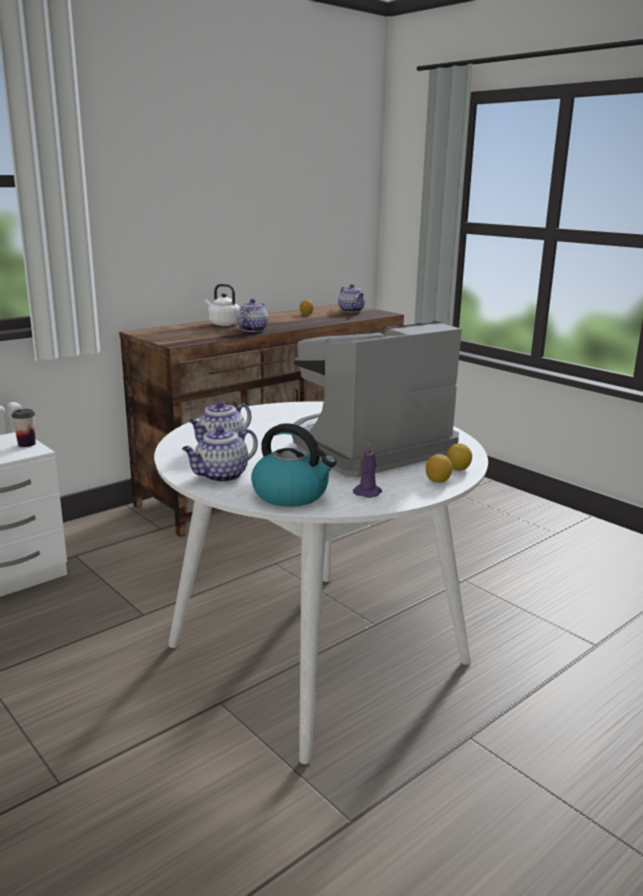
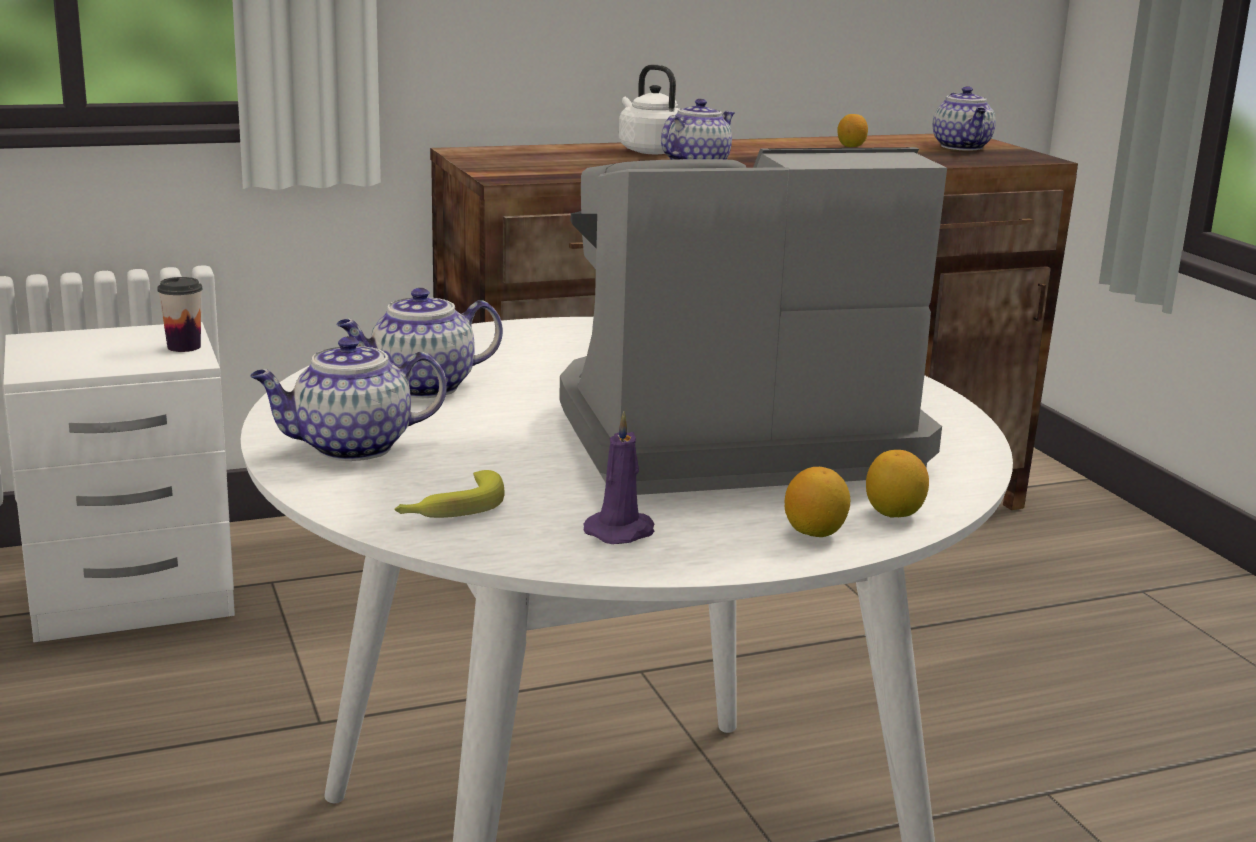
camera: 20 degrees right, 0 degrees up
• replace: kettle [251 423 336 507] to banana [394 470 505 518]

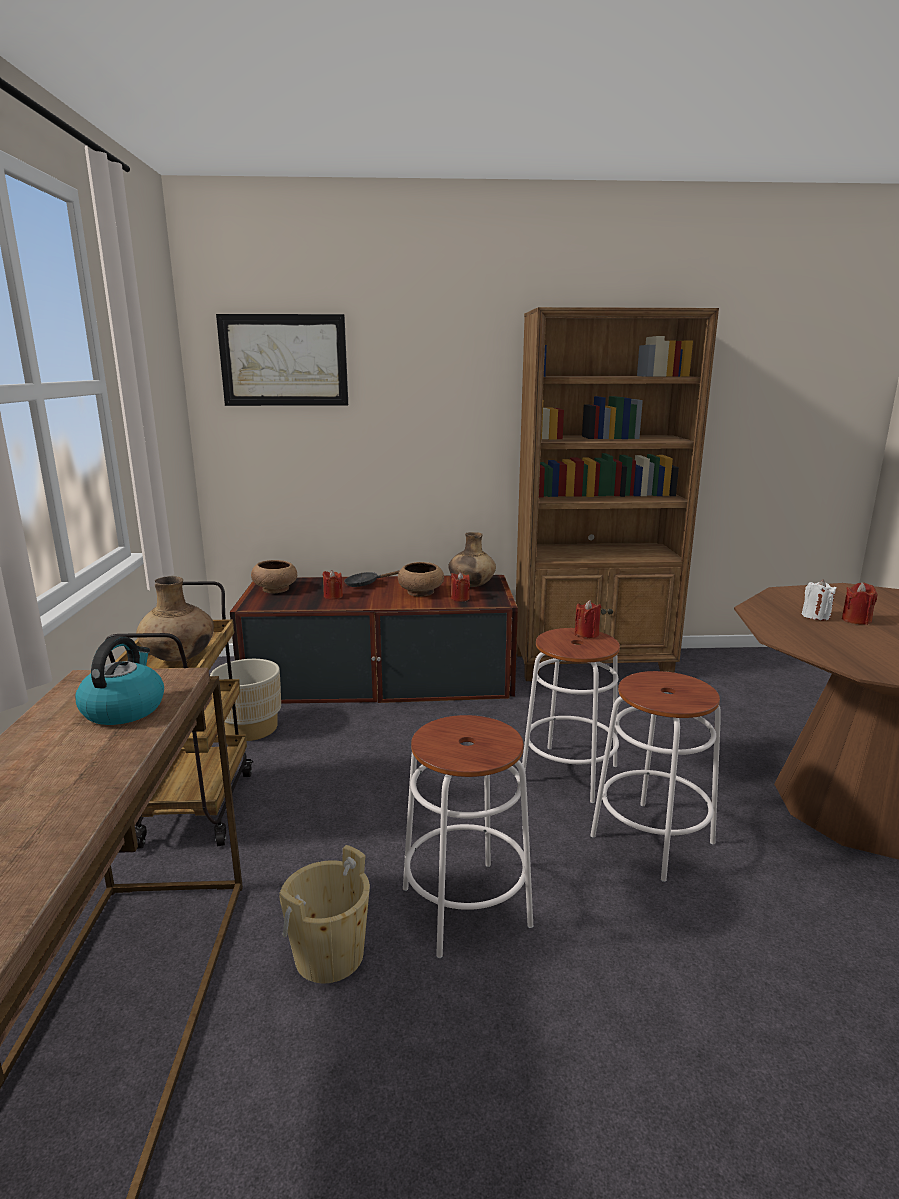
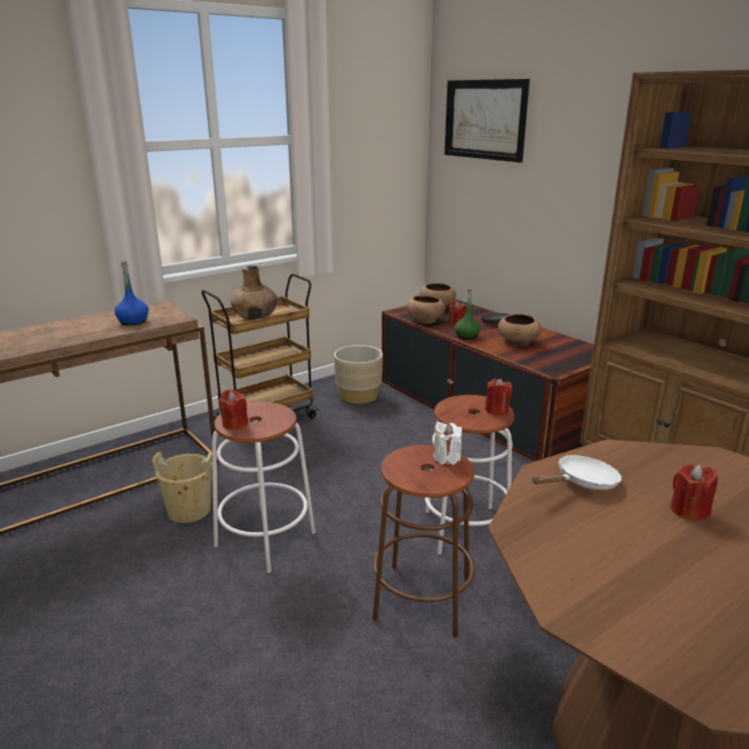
camera: 55 degrees right, 5 degrees up
• delete: brown_vase [448 532 496 587]
• insert: brown_bowl [406 295 445 324]
• insert: green_bottle [455 288 481 340]
• insert: white_frying_pan [532 455 622 490]
• move: red_candle [451 572 470 602] to [218 389 249 430]
• move: white_candle [802 580 837 620] to [433 422 462 466]
• replace: kettle [75 636 164 725] to blue_bottle [115 262 149 326]
• recolor: white_stool [590 671 721 882] to brown_stool [373 445 475 637]

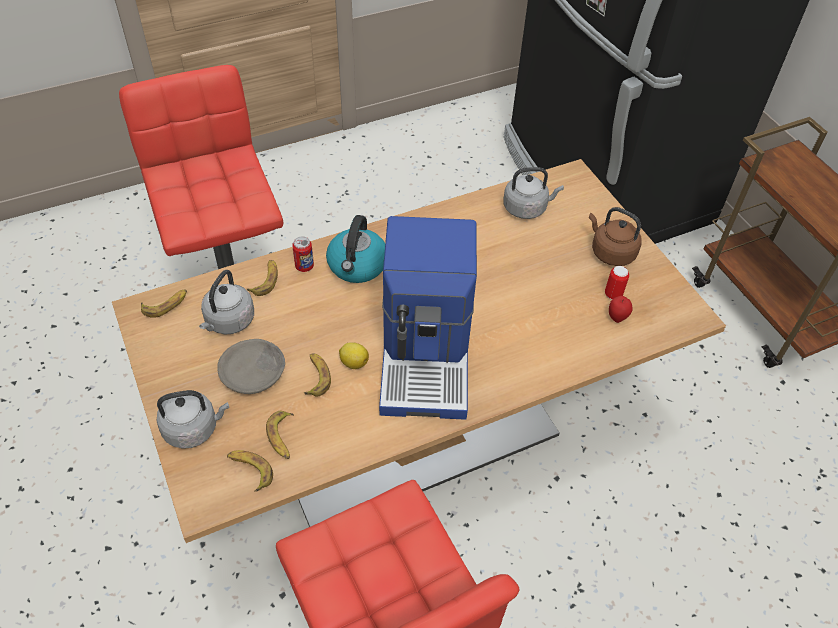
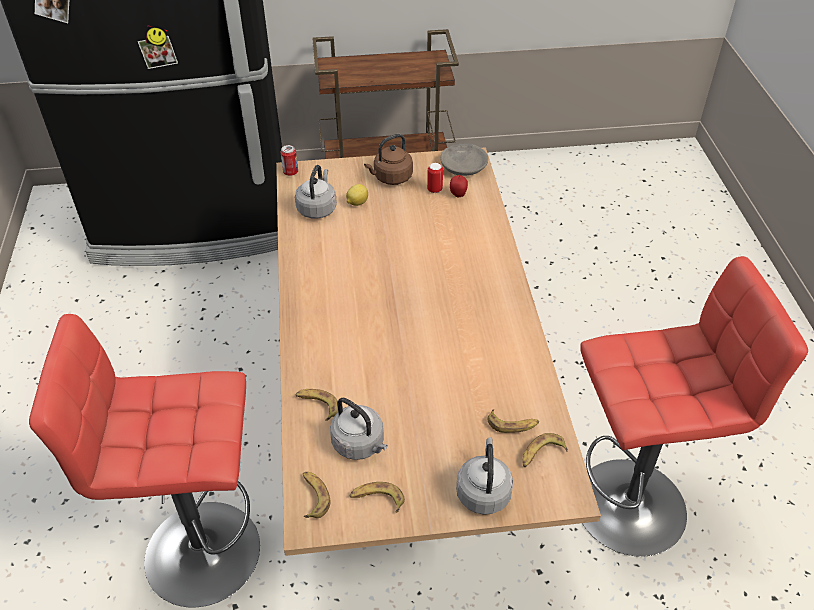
camera: 70 degrees left, 5 degrees down
• delete: kettle [326 215 385 283]
• delete: coffee_machine [379 216 477 420]
• move: grey_bowl [217 339 285 394] to [440 143 488 176]
• move: can [292 236 314 272] to [281 145 298 176]
• move: banana [304 353 331 397] to [350 482 405 513]
• move: lemon [339 342 369 369] to [346 184 368 206]

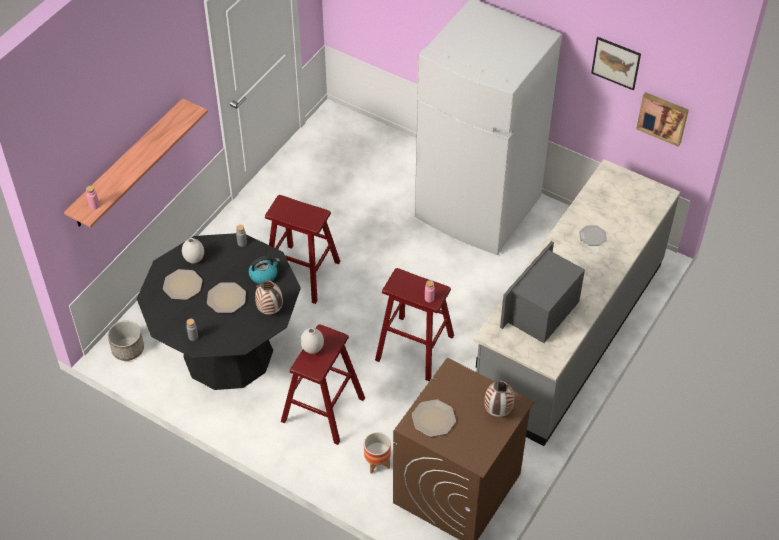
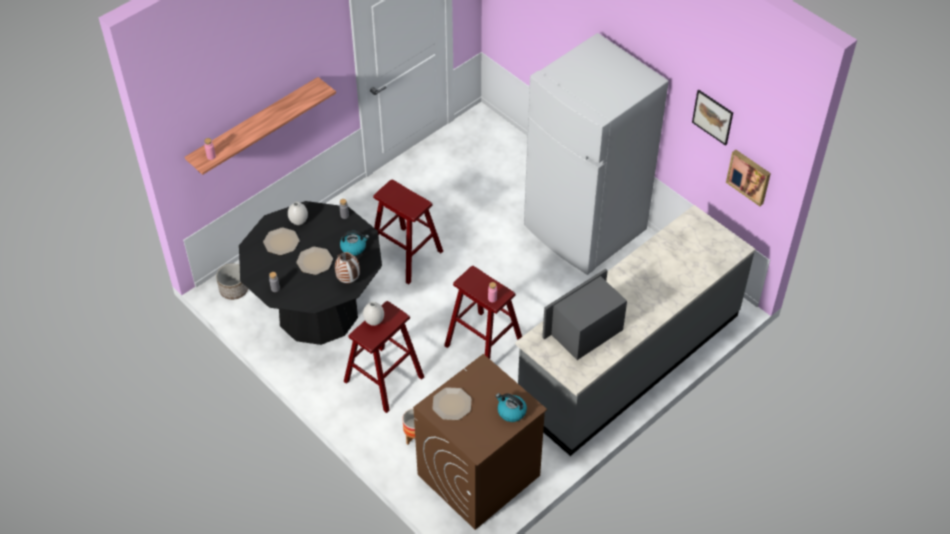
camera: 15 degrees right, 0 degrees up
• delete: plate [579 226 607 246]
• replace: vase [484 380 514 417] to kettle [495 393 527 422]

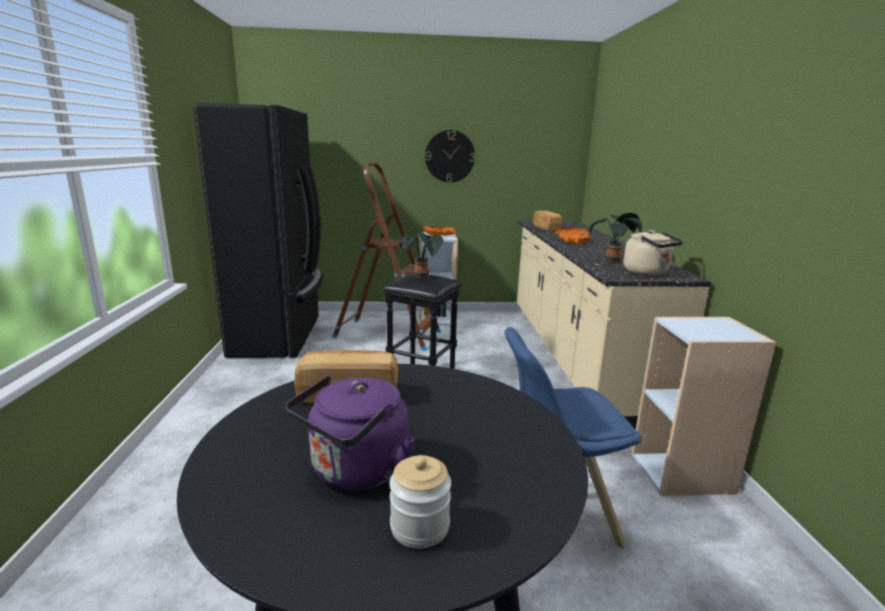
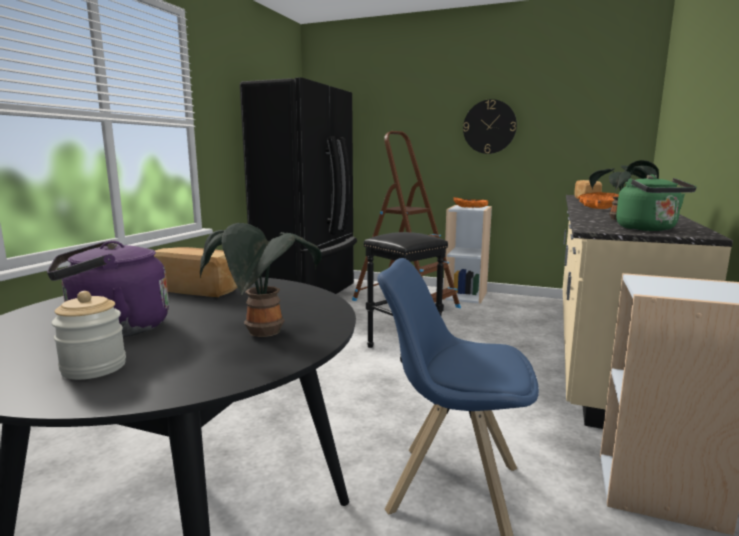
camera: 25 degrees right, 5 degrees down
• move: potted_plant [400 232 443 277] to [200 223 322 337]
• recolor: beige_kettle [624 230 684 276] to green_kettle [616 175 697 231]

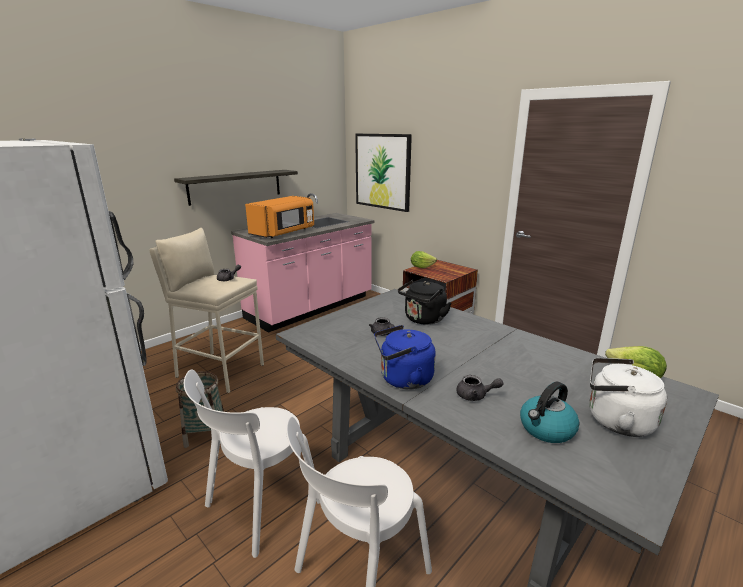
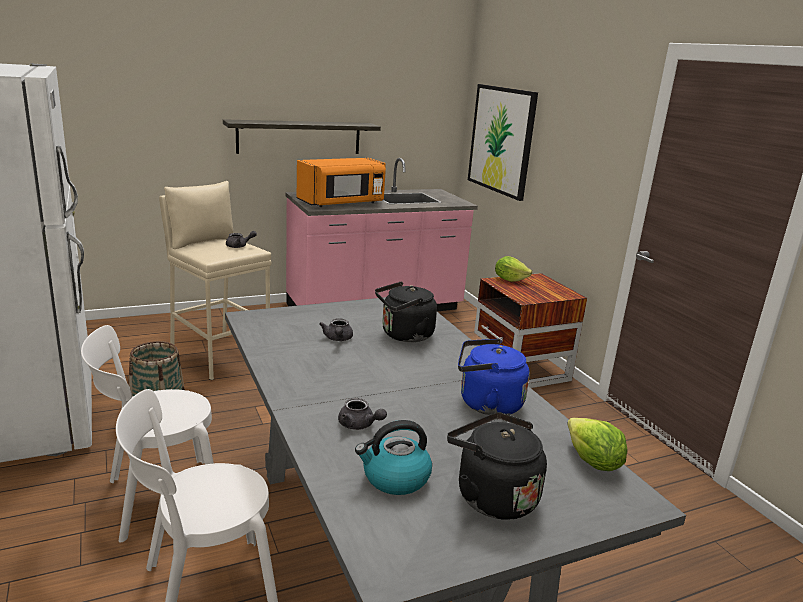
camera: 20 degrees right, 0 degrees up
• move: blue_kettle [374 325 436 389] to [458 339 530 415]
• recolor: white_kettle [589 358 667 437] to black_kettle [447 412 547 520]

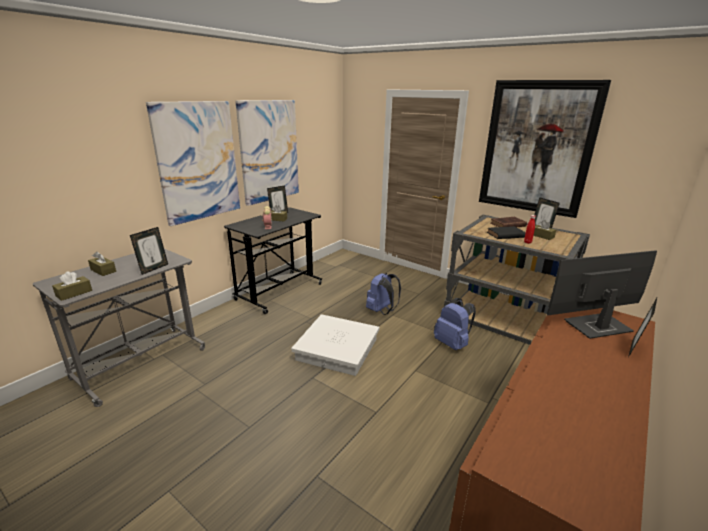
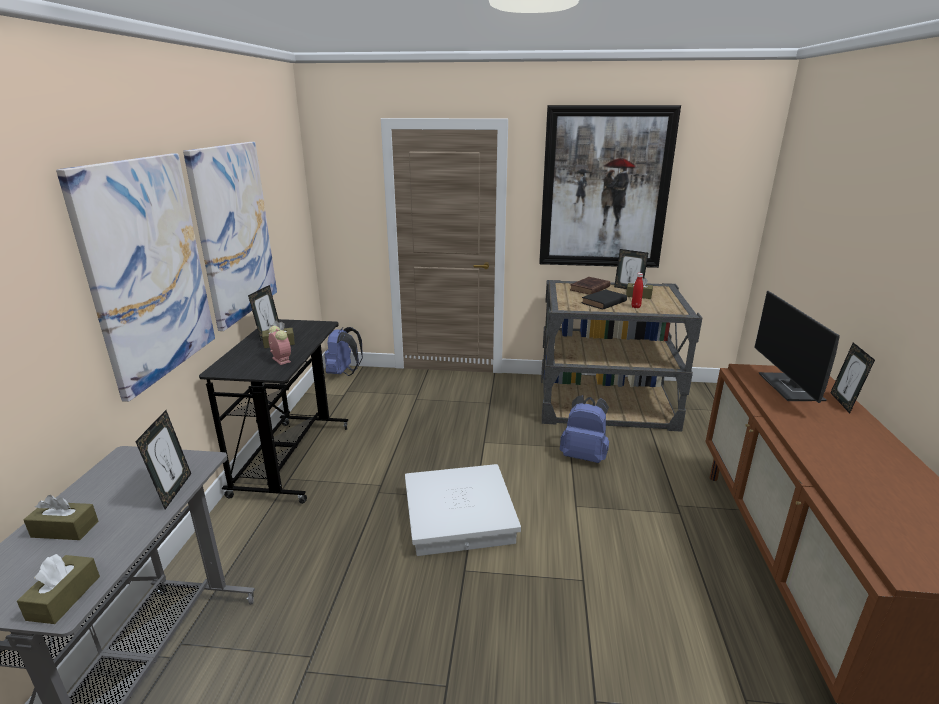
camera: 30 degrees left, 0 degrees up
• move: blue_backpack [366 273 401 315] to [325 327 363 376]
• rotate: monitor [547 250 657 339] = [754 291 840 403] 45 degrees counterclockwise

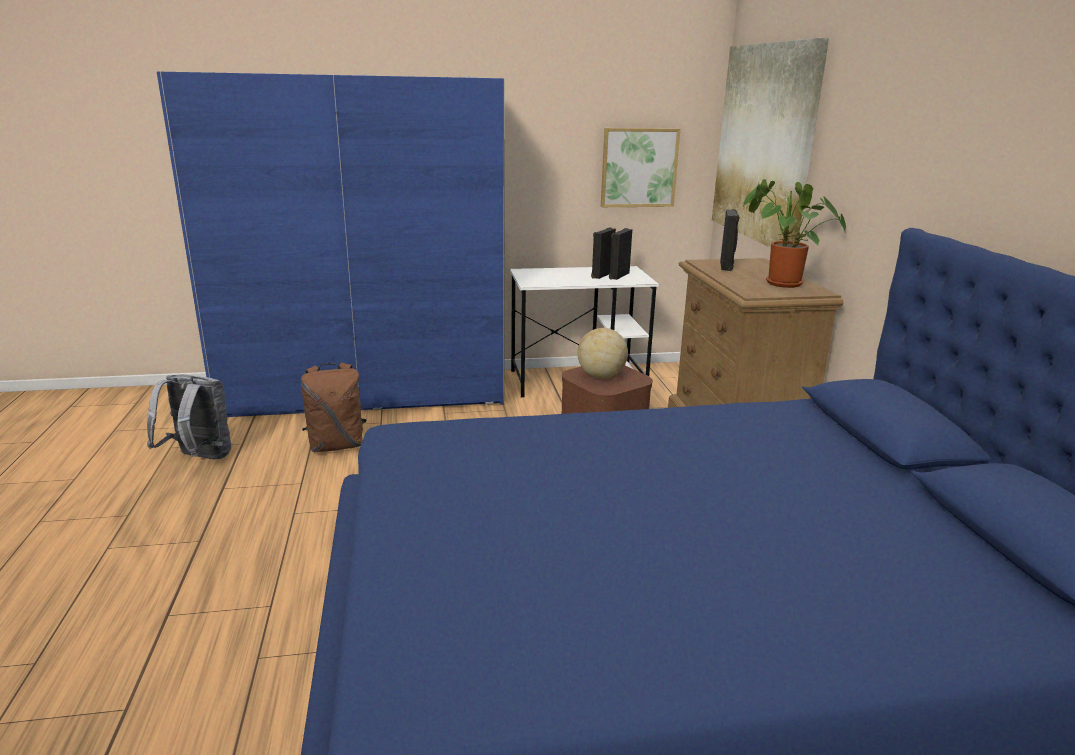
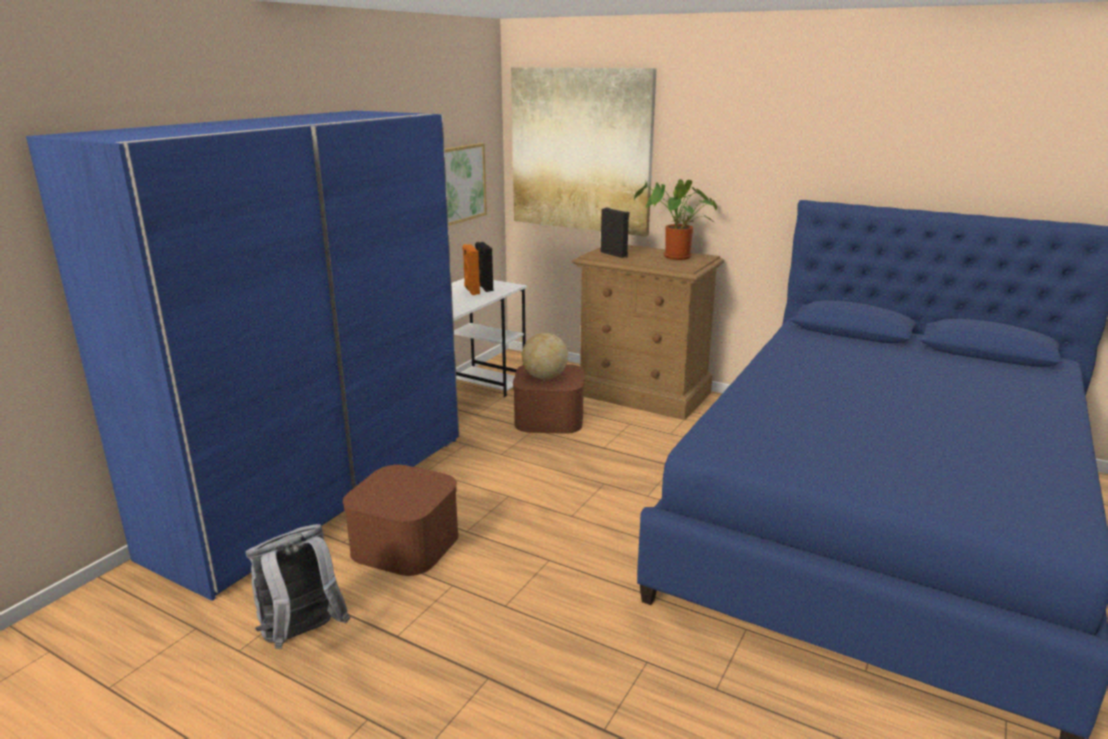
camera: 50 degrees left, 0 degrees up
• replace: brown_backpack [301 363 367 452] to brown_storage_box [343 465 459 576]
• recolor: black_speaker [591 227 616 279] to orange_speaker [462 244 480 295]

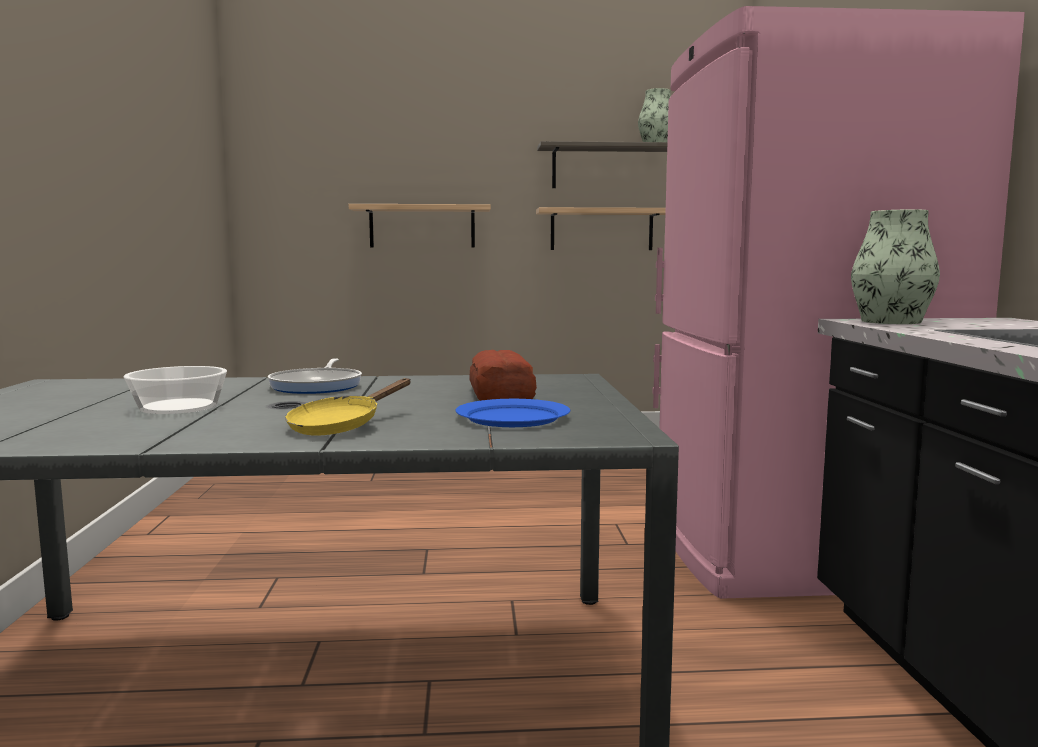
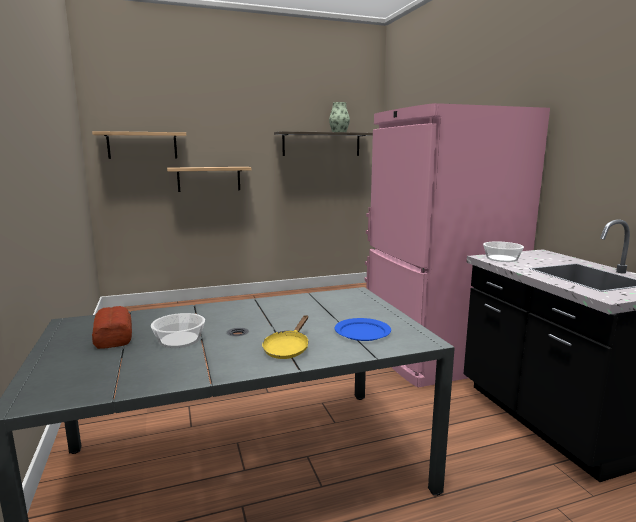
camera: 15 degrees left, 5 degrees up
• delete: frying_pan [268 358 362 394]
• move: bread [469 350 537 401] to [92 306 132 349]
• move: shelf [536 207 666 250] to [92 131 186 159]
• replace: vase [851 209 940 324] to bowl [483 241 524 262]

